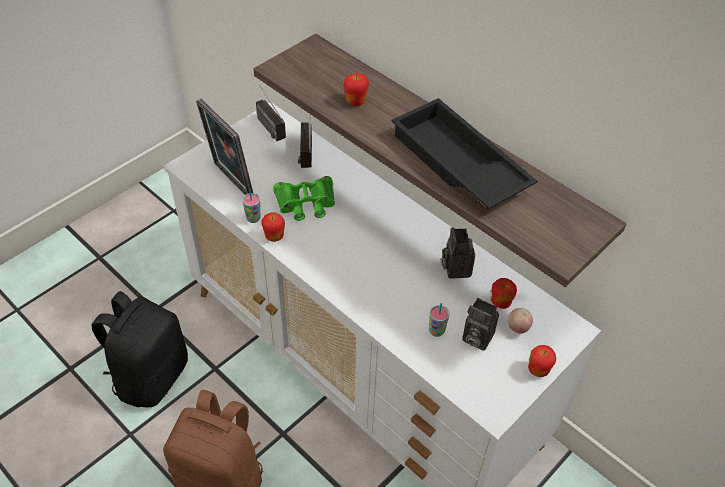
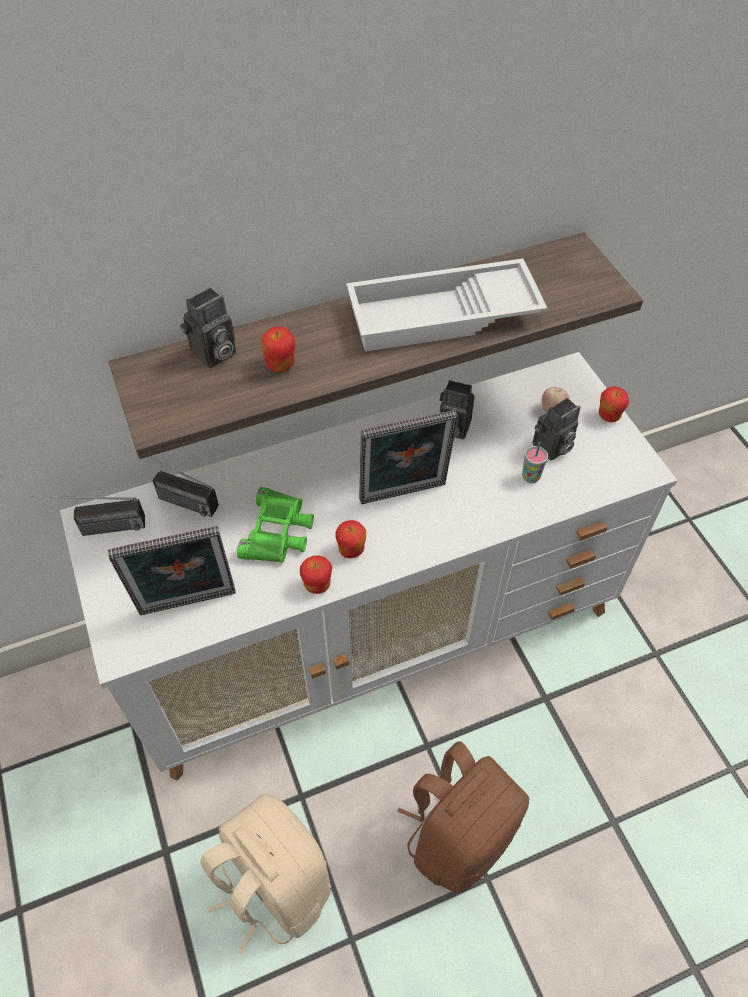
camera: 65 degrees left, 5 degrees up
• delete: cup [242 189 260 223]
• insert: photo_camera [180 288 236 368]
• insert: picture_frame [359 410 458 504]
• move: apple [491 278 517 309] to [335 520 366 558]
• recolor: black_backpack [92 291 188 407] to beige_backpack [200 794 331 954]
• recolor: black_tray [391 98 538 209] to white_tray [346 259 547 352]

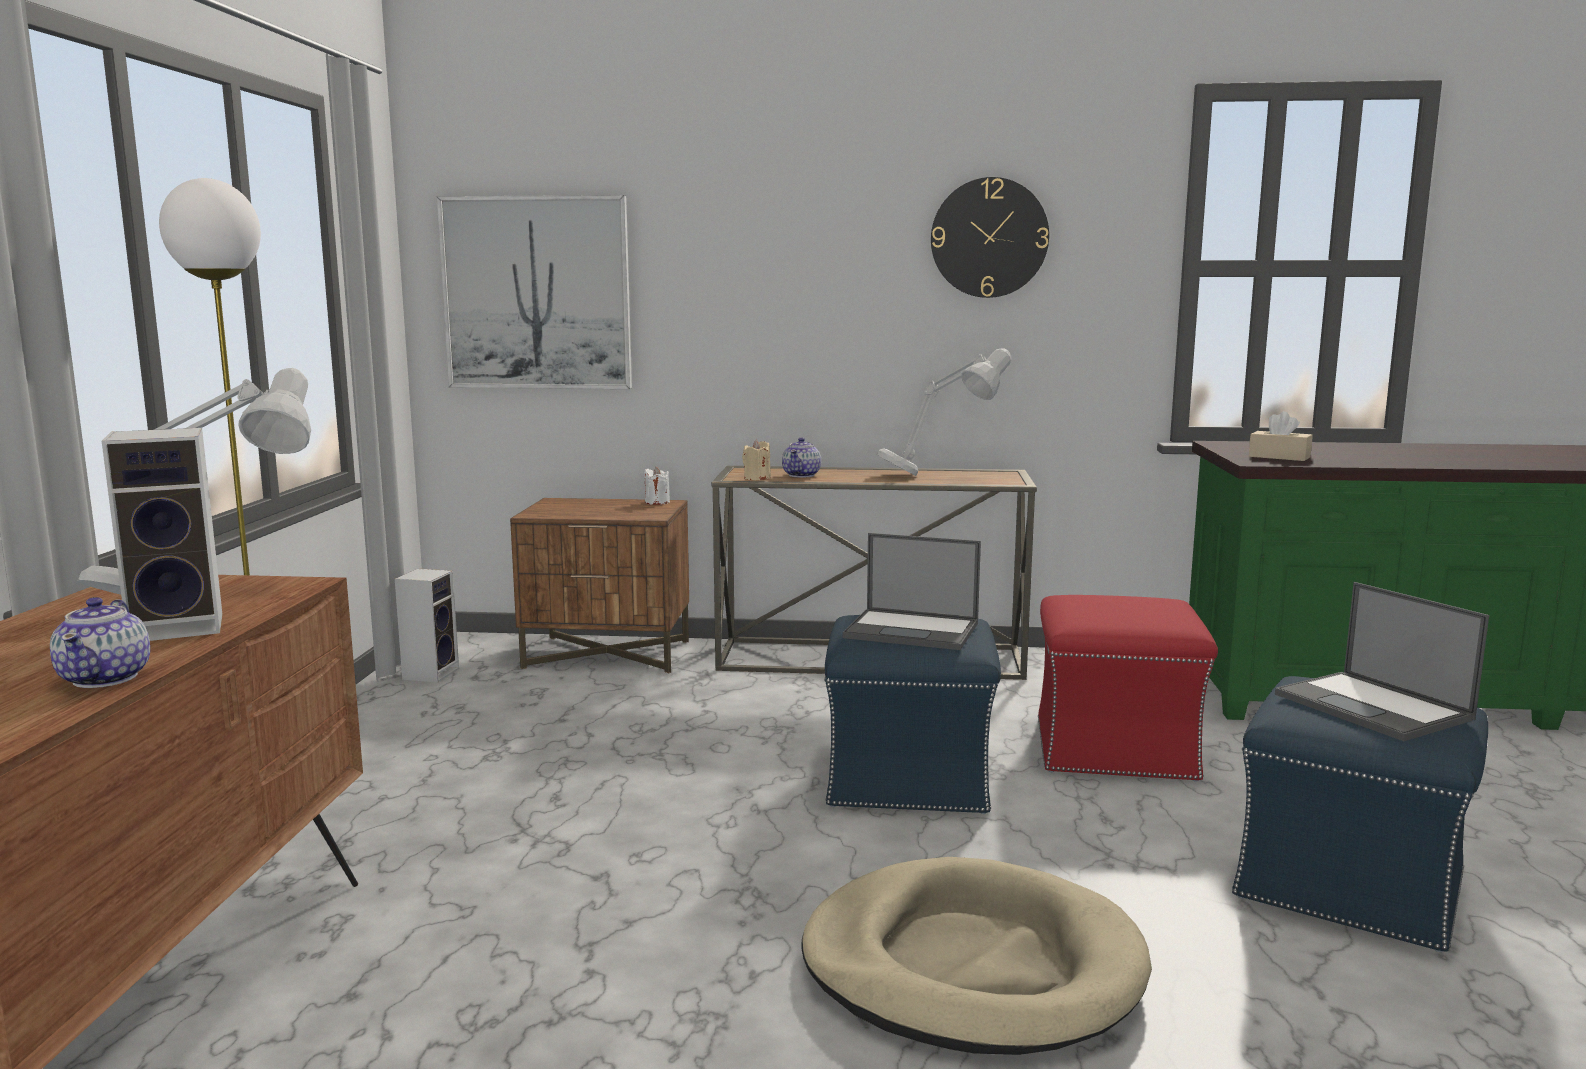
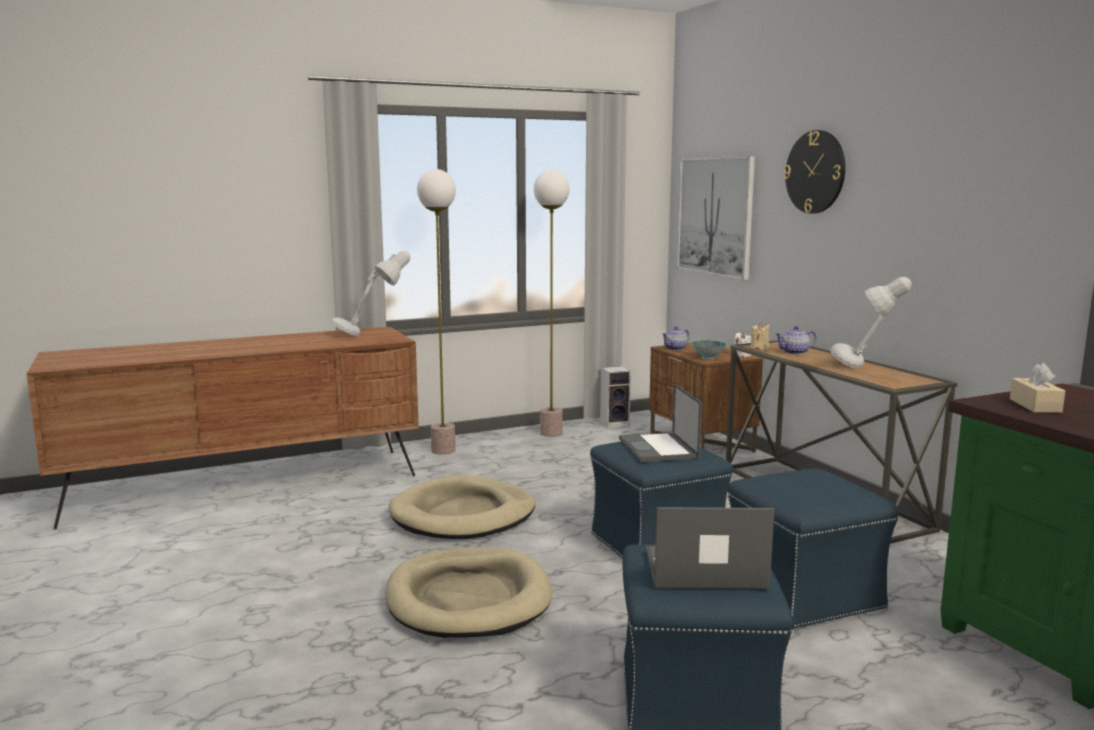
camera: 60 degrees right, 0 degrees up
• delete: speaker [102 428 222 641]
• insert: beige_dog_bed [389 475 536 539]
• insert: floor_lamp [534 170 569 437]
• insert: bowl [690 339 727 360]
• move: teapot [50 597 150 688] to [662 326 689 351]
• move: wall_clock [931 177 1049 298] to [784 130 845 214]
• recolor: red_ottoman [1038 595 1218 782] to blue_ottoman [728 468 899 629]
• rotate: laptop [1275 582 1489 741] = [646 507 774 589] 60 degrees clockwise

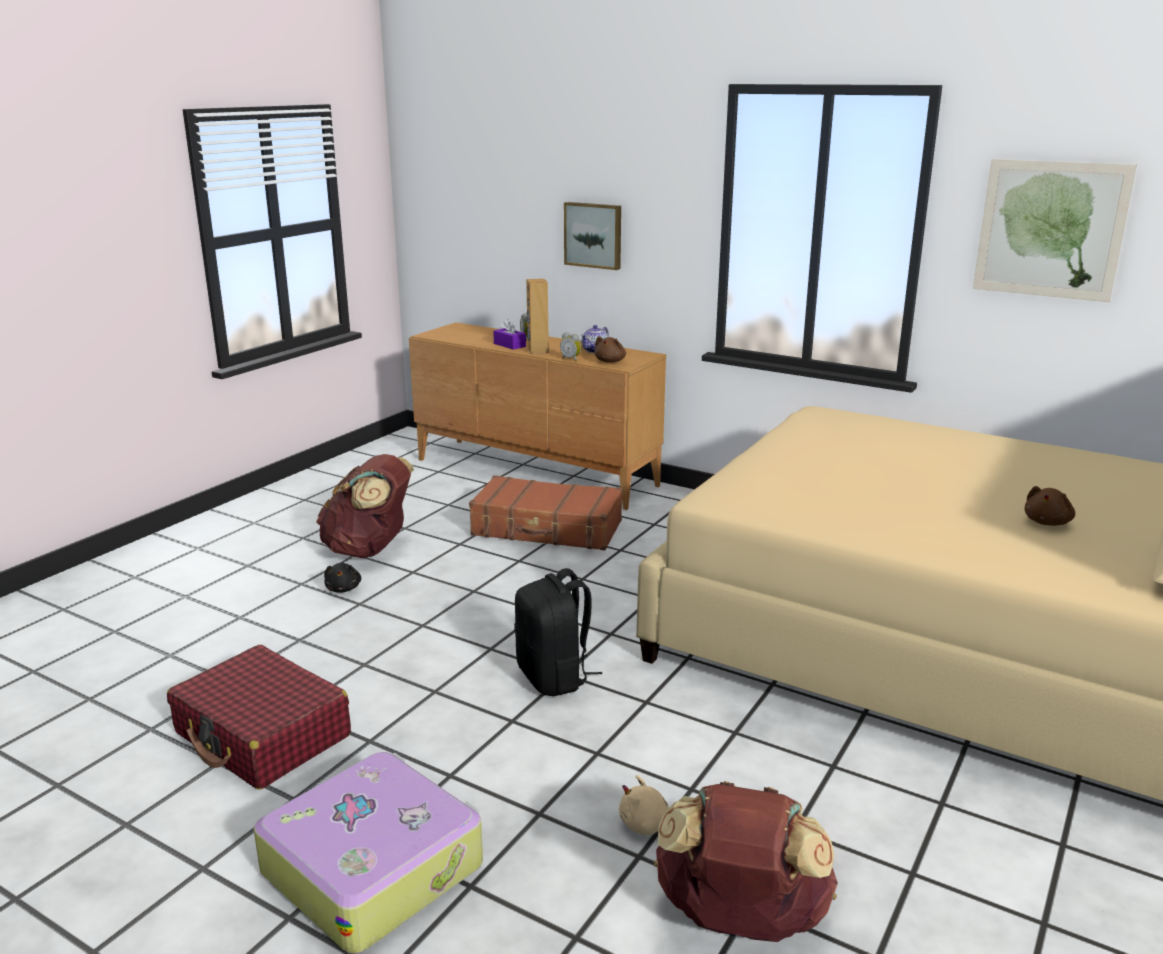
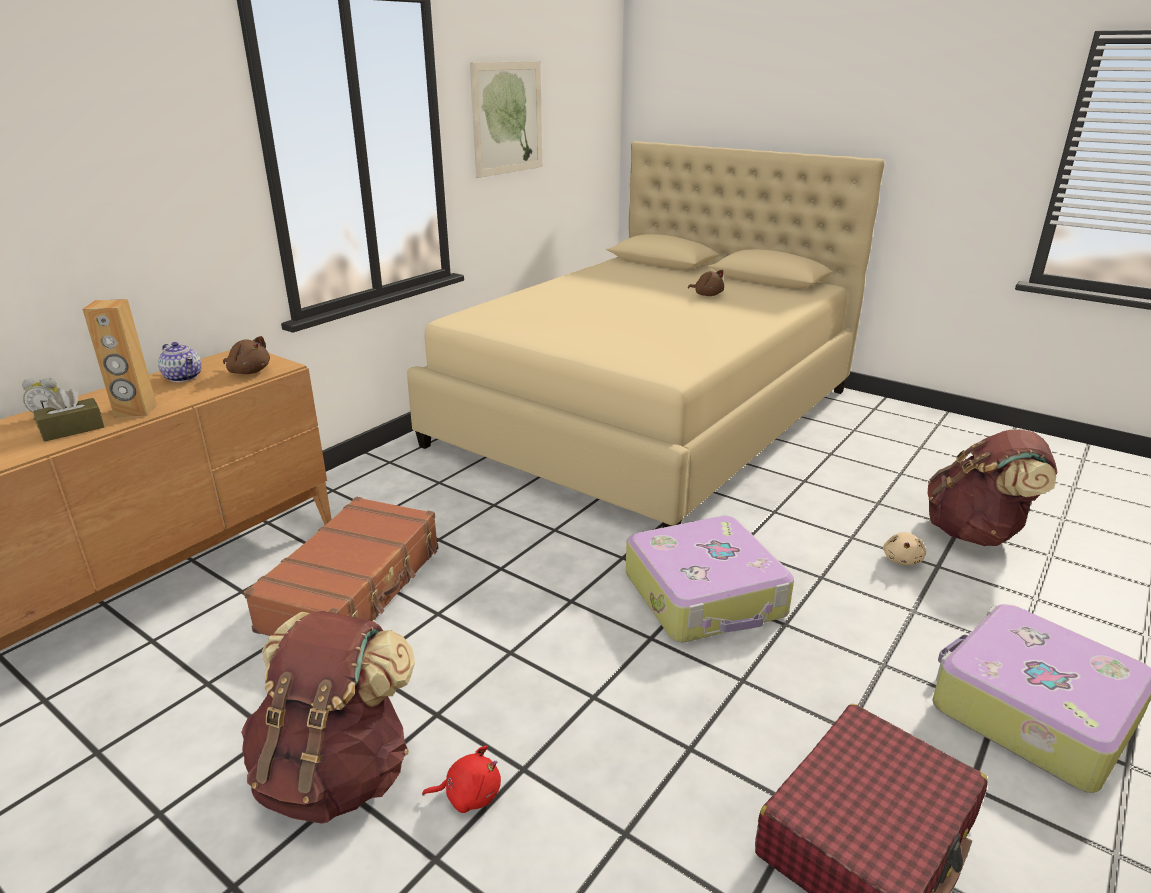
camera: 85 degrees left, 5 degrees up
• delete: alarm_clock [560 332 581 361]
• delete: picture [564 202 621 270]
• replace: black_backpack [514 568 602 696] to suitcase [626 516 794 642]
• recolor: black_plush_toy [324 563 361 593] to red_plush_toy [422 745 501 813]
• recolor: purple_tissue_box [493 319 526 350] to brown_tissue_box [33 388 104 442]

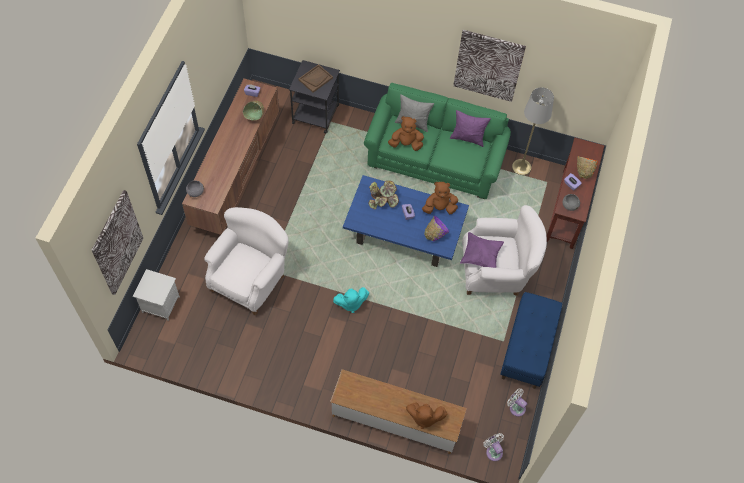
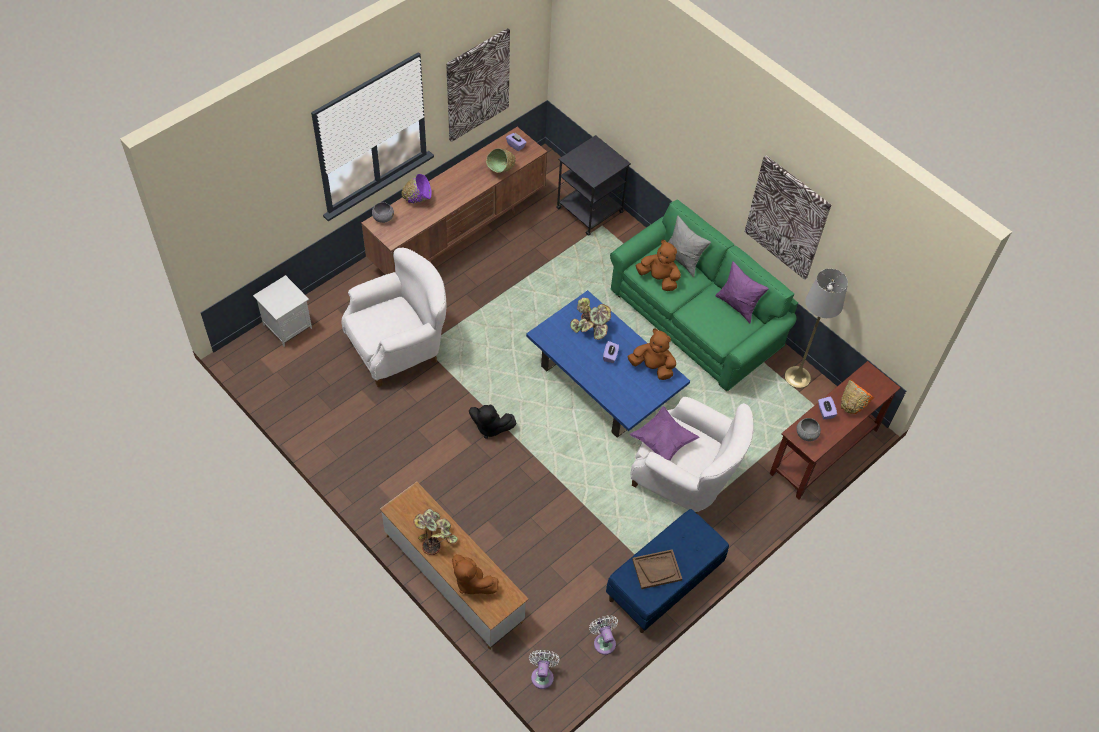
camera: 30 degrees right, 5 degrees down
• insert: potted_plant [413 508 458 555]
• move: picture [92 190 144 295] to [446 28 510 142]
• move: brown_tray [299 64 333 93] to [632 549 682 589]
• move: purple_bowl [424 216 449 241] to [401 174 432 203]
• recolor: turquoise_plush_toy [333 287 369 313] to black_plush_toy [469 404 517 439]

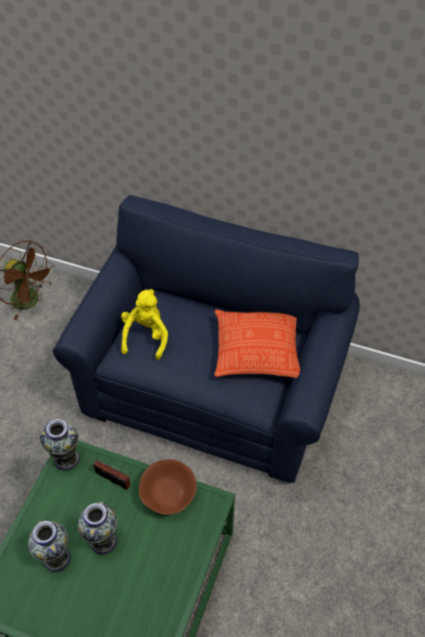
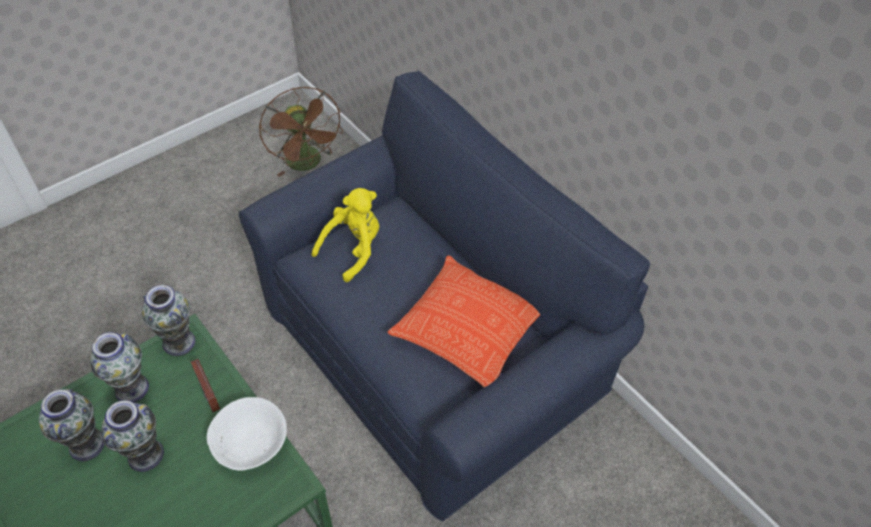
camera: 30 degrees right, 0 degrees up
• insert: vase [90 332 149 403]
• recolor: brown_bowl [139 459 197 514] to white_bowl [207 397 287 471]

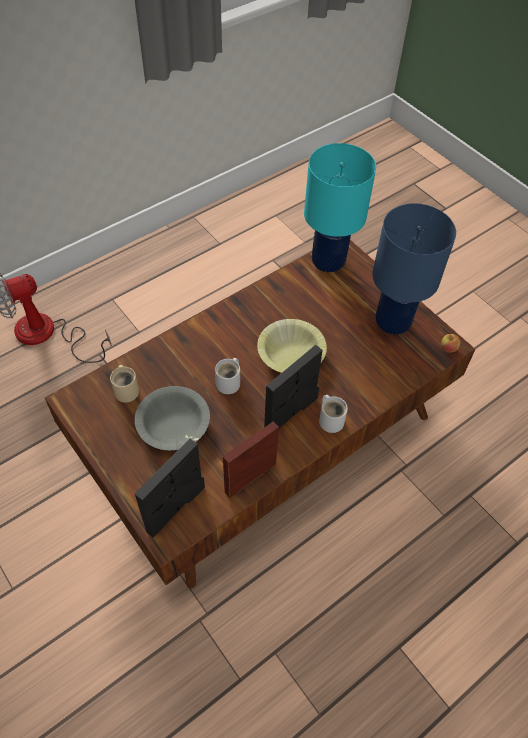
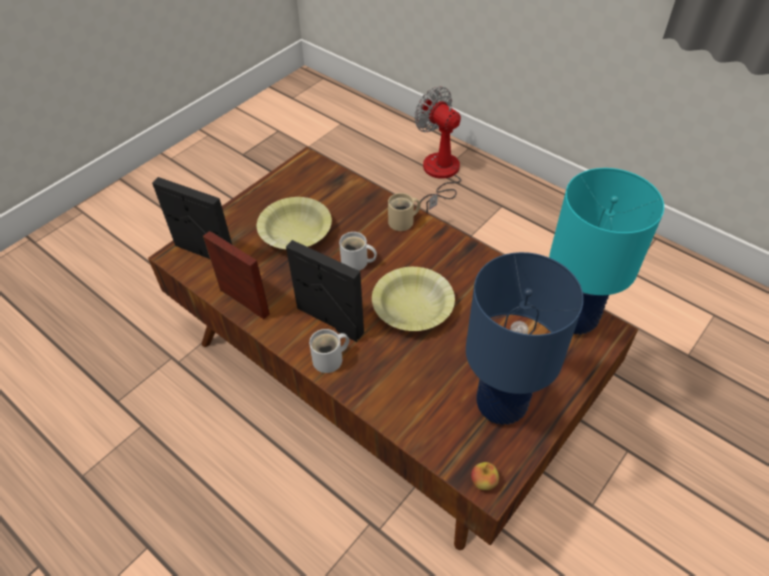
camera: 80 degrees right, 5 degrees down
• move: beige_mug [110 365 139 403] to [388 193 421 231]
• recolor: grey_bowl [135 386 210 450] to yellow_bowl [257 197 332 249]

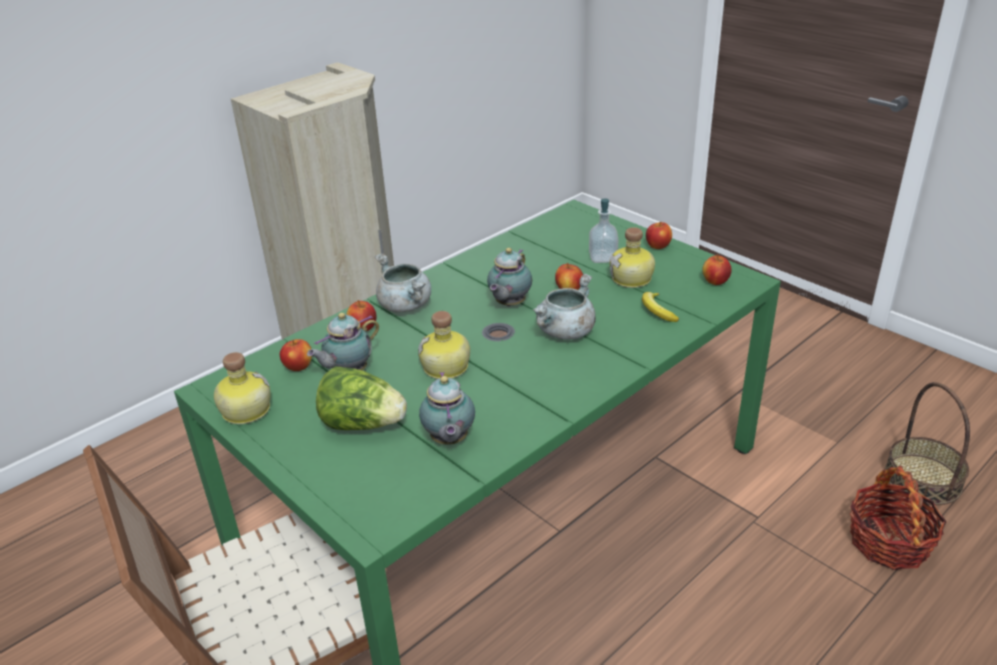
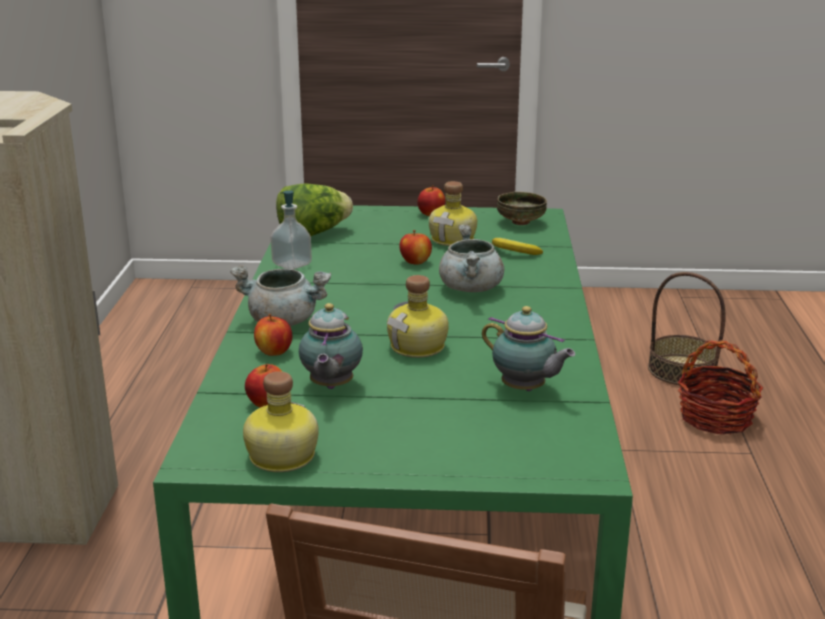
camera: 45 degrees left, 10 degrees down
• delete: teapot [487 248 532 306]
• move: lettuce [316 366 407 430] to [276 184 353 236]
• move: soap_dispenser [589 198 618 263] to [270 190 312 270]
• replace: apple [702 254 732 285] to bowl [497 192 547 225]

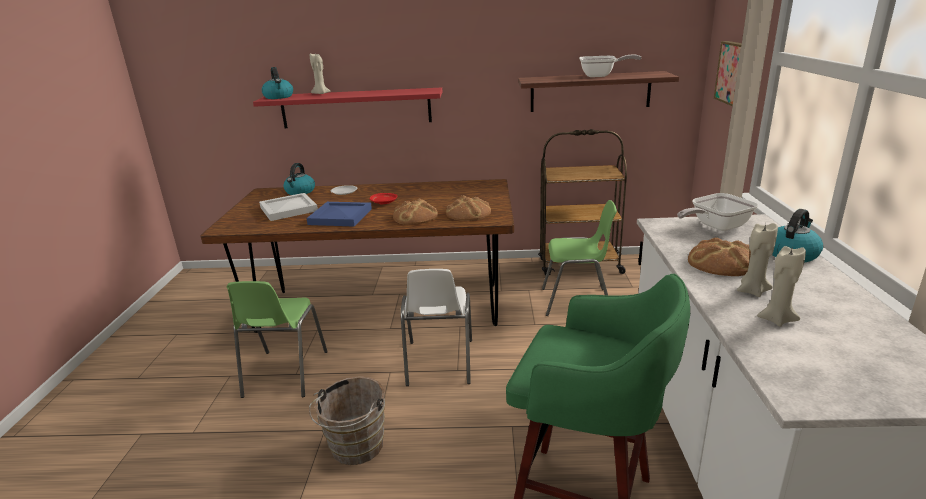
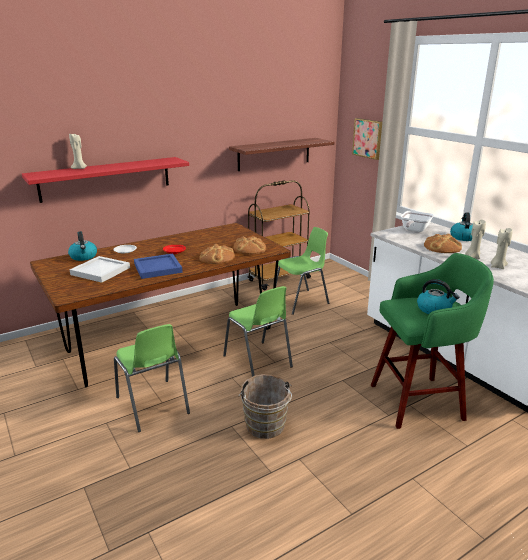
camera: 35 degrees left, 0 degrees up
• delete: frying_pan [579 55 641 77]
• move: kettle [262 67 293 99] to [417 279 459 314]
• recolor: white_chair [401 269 472 386] to green_chair [223 286 293 377]

